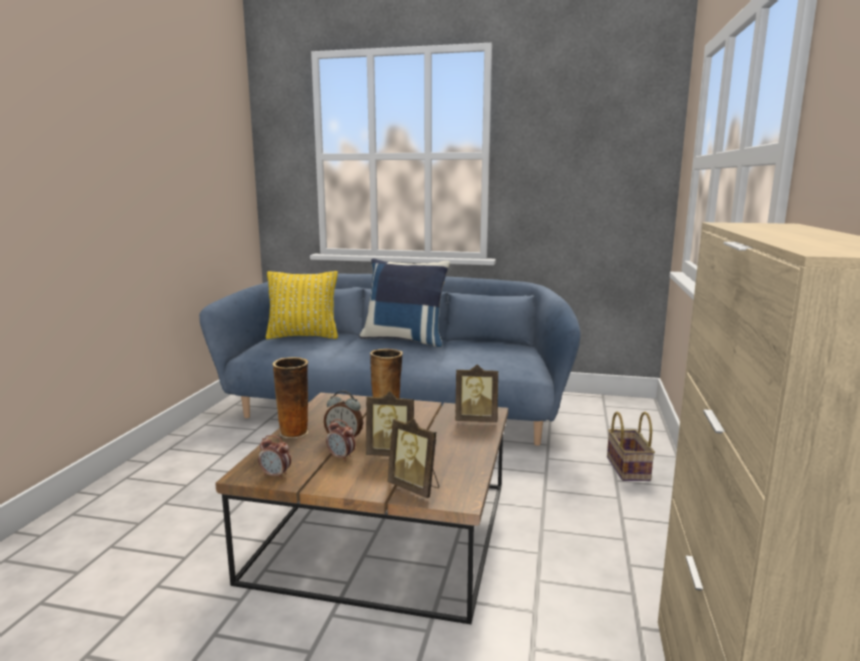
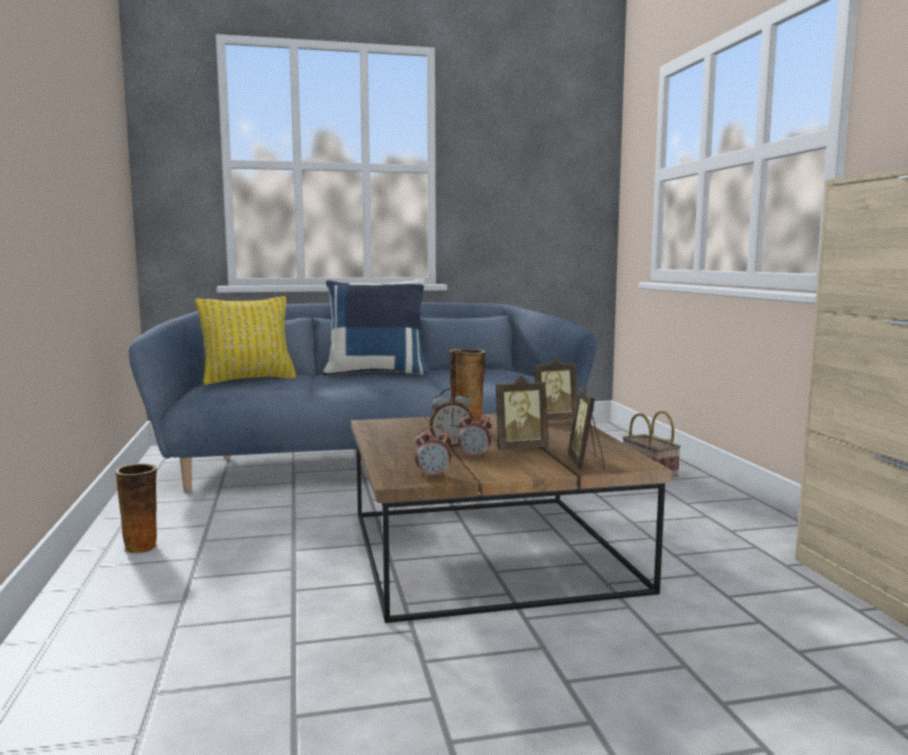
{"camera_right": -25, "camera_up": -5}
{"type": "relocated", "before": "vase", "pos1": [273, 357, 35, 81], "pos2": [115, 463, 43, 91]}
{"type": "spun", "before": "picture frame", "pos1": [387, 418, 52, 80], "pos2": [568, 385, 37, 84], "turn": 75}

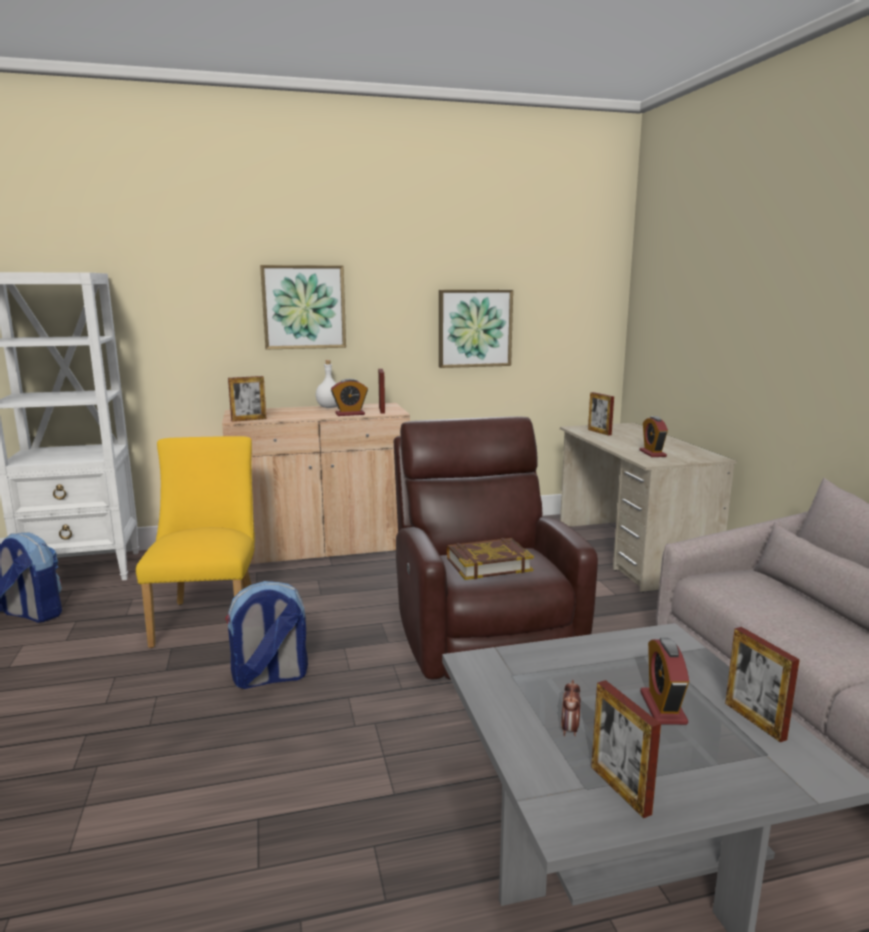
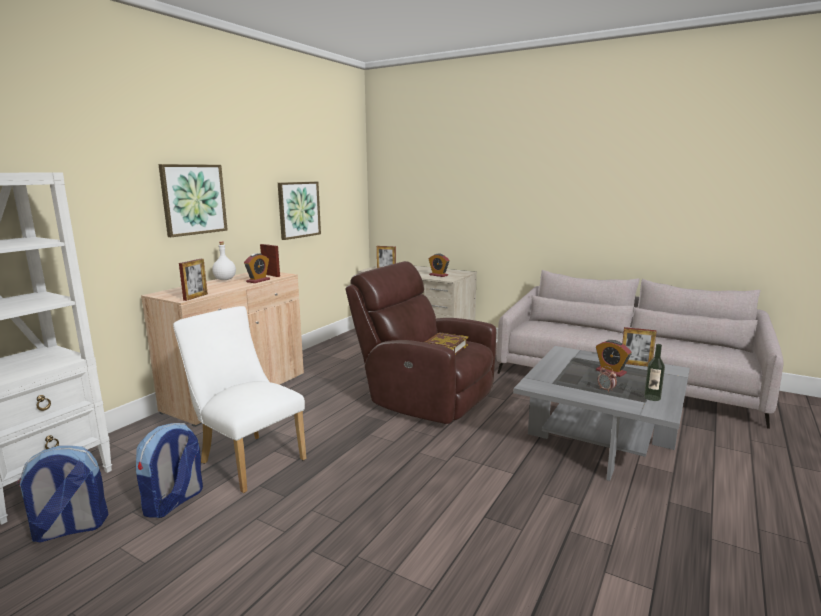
{"camera_right": -45, "camera_up": 0}
{"type": "colour", "before": "yellow chair", "after": "white chair", "pos1": [136, 436, 119, 212], "pos2": [173, 306, 133, 187]}
{"type": "relocated", "before": "backpack", "pos1": [225, 581, 83, 108], "pos2": [136, 423, 67, 95]}
{"type": "exchanged", "before": "picture frame", "after": "bottle", "pos1": [591, 680, 70, 138], "pos2": [644, 344, 21, 57]}

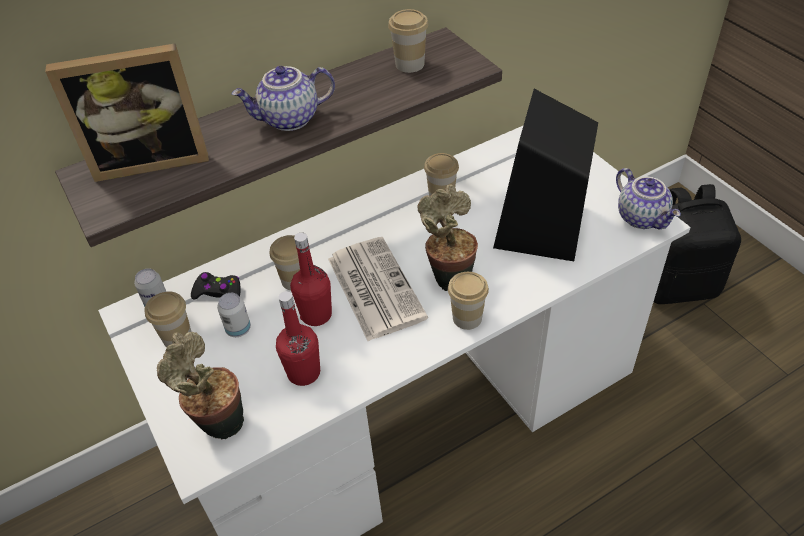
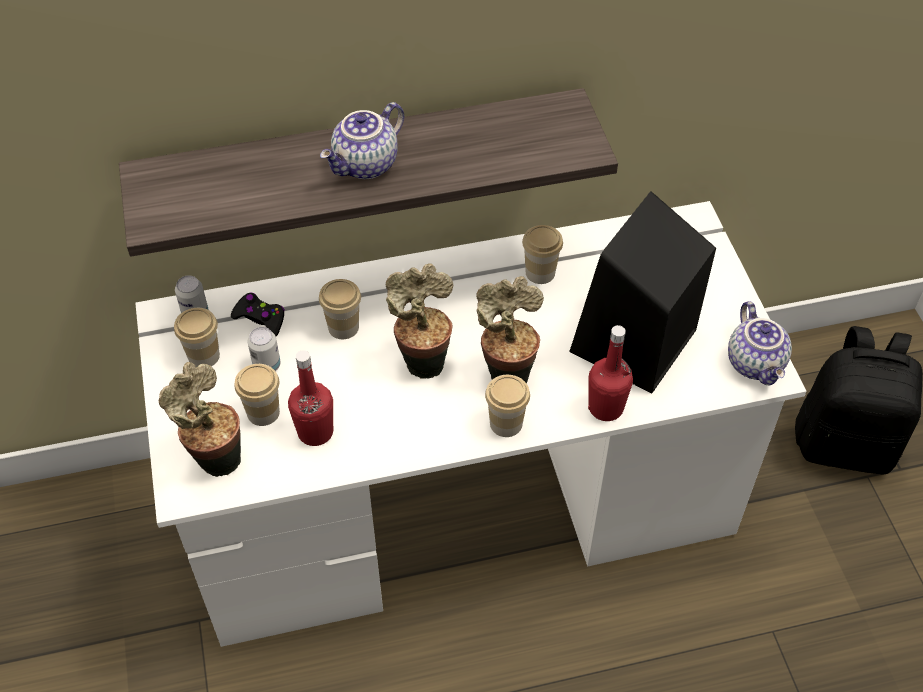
{"camera_right": 15, "camera_up": 5}
{"type": "relocated", "before": "cup", "pos1": [388, 9, 40, 64], "pos2": [234, 364, 46, 62]}
{"type": "missing", "before": "picture frame", "pos1": [45, 43, 164, 139]}
{"type": "spun", "before": "teapot", "pos1": [231, 66, 104, 65], "pos2": [320, 102, 84, 77], "turn": -45}
{"type": "relocated", "before": "red bottle", "pos1": [290, 232, 42, 94], "pos2": [588, 325, 45, 96]}
{"type": "exchanged", "before": "newspaper", "after": "potted plant", "pos1": [328, 237, 100, 104], "pos2": [386, 264, 67, 115]}

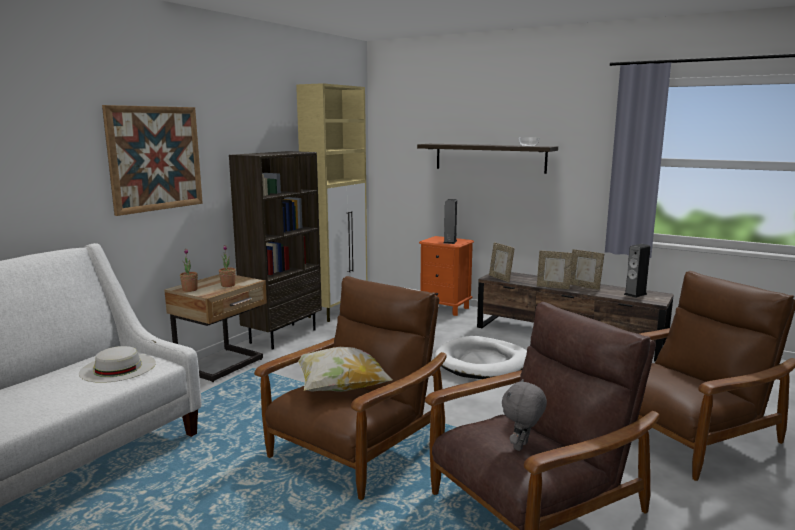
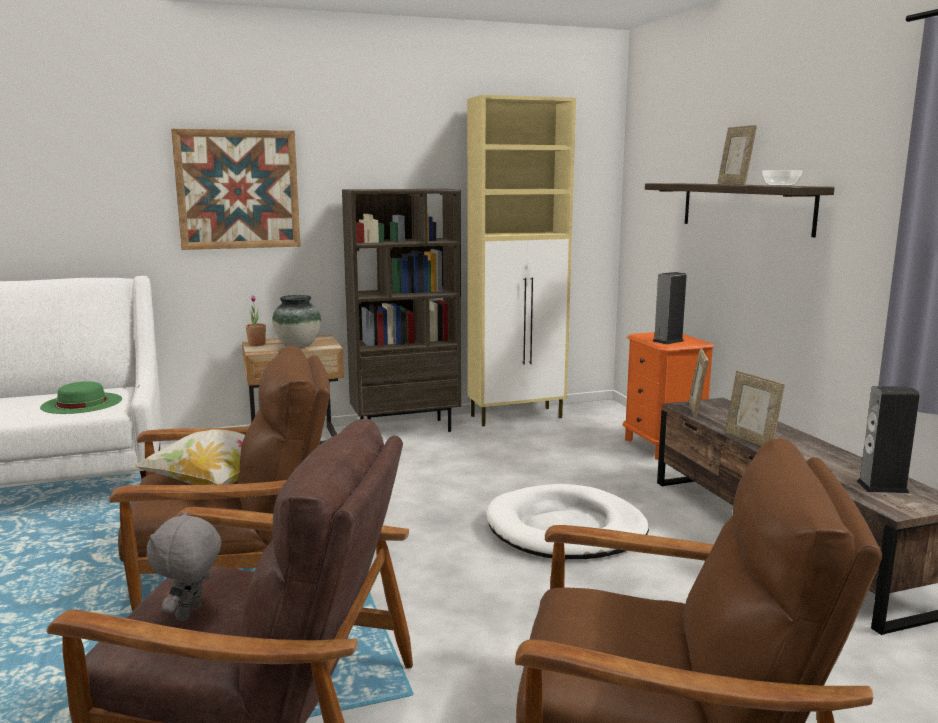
{"camera_right": 40, "camera_up": 0}
{"type": "exchanged", "before": "potted plant", "after": "vase", "pos1": [219, 245, 17, 42], "pos2": [272, 295, 49, 53]}
{"type": "relocated", "before": "picture frame", "pos1": [570, 249, 34, 41], "pos2": [718, 125, 39, 60]}
{"type": "colour", "before": "white hat", "after": "green hat", "pos1": [79, 346, 77, 37], "pos2": [40, 381, 82, 33]}
{"type": "spun", "before": "grey plush toy", "pos1": [502, 379, 45, 72], "pos2": [147, 511, 74, 110], "turn": -60}

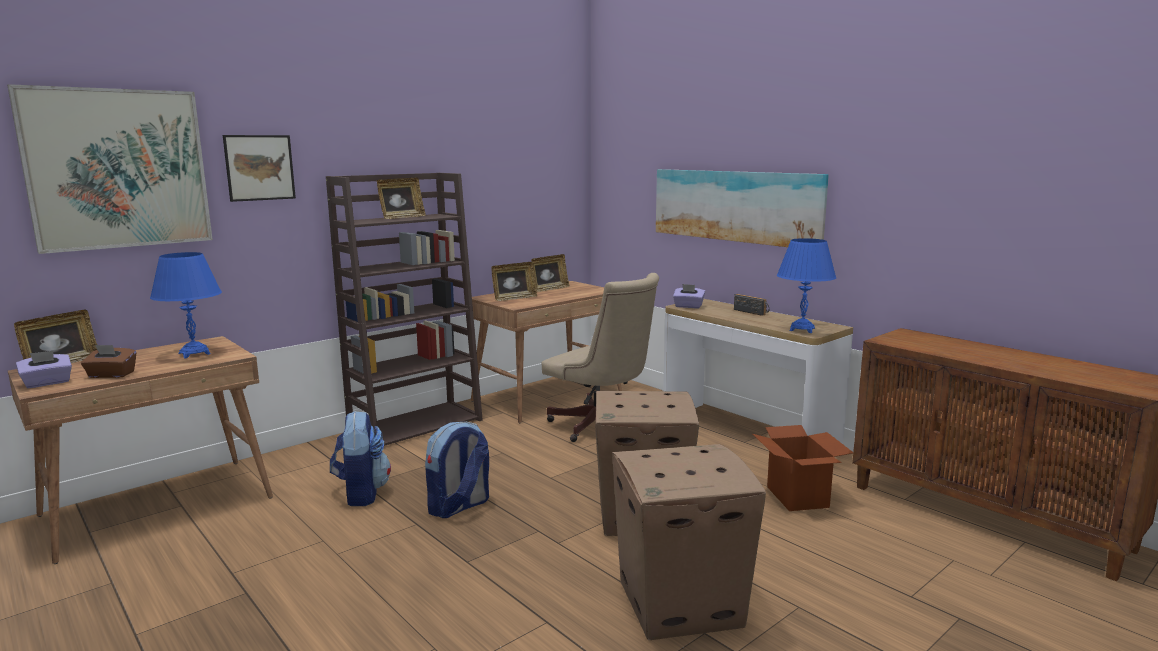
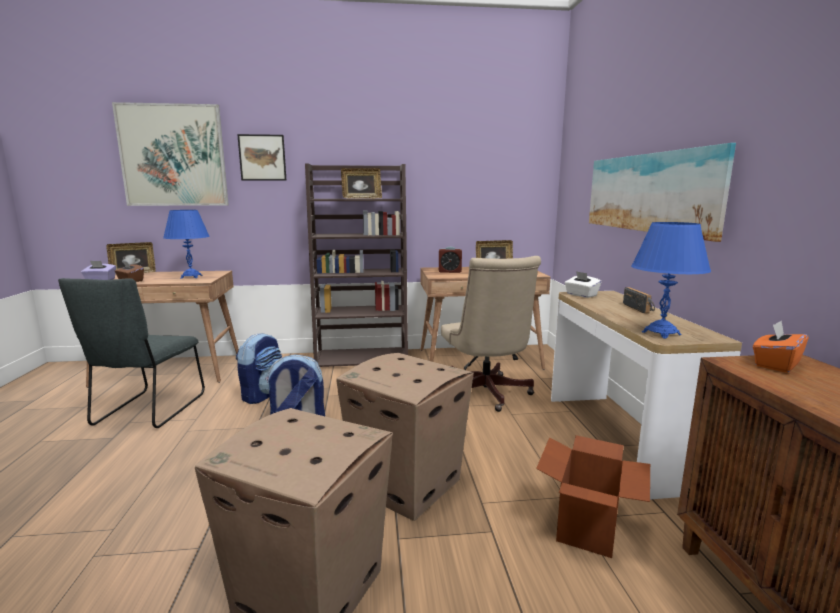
{"camera_right": 35, "camera_up": 0}
{"type": "exchanged", "before": "picture frame", "after": "alarm clock", "pos1": [491, 262, 46, 39], "pos2": [439, 247, 23, 26]}
{"type": "colour", "before": "purple tissue box", "after": "white tissue box", "pos1": [673, 284, 32, 24], "pos2": [565, 271, 36, 27]}
{"type": "appeared", "after": "grey chair", "pos2": [58, 278, 147, 150]}
{"type": "appeared", "after": "orange tissue box", "pos2": [753, 321, 55, 52]}

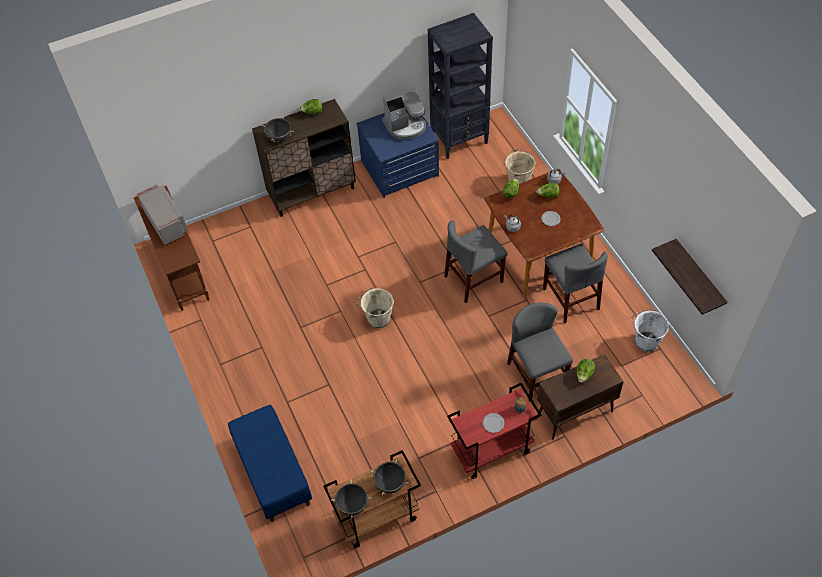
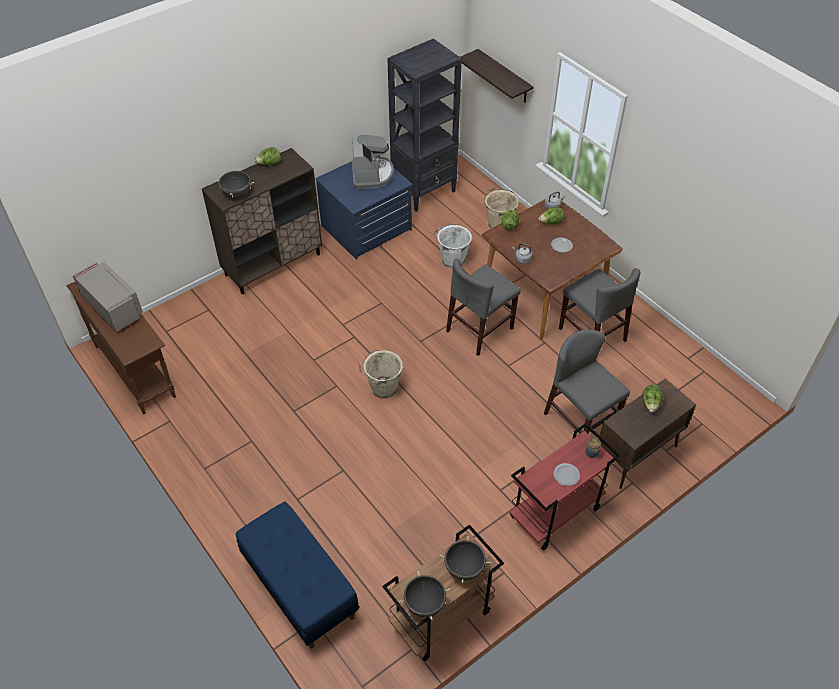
{"camera_right": -15, "camera_up": -5}
{"type": "spun", "before": "coffee machine", "pos1": [382, 87, 44, 53], "pos2": [352, 133, 42, 56], "turn": -60}
{"type": "relocated", "before": "shelf", "pos1": [652, 239, 76, 76], "pos2": [461, 49, 72, 54]}
{"type": "relocated", "before": "white bucket", "pos1": [631, 309, 38, 43], "pos2": [434, 224, 38, 45]}

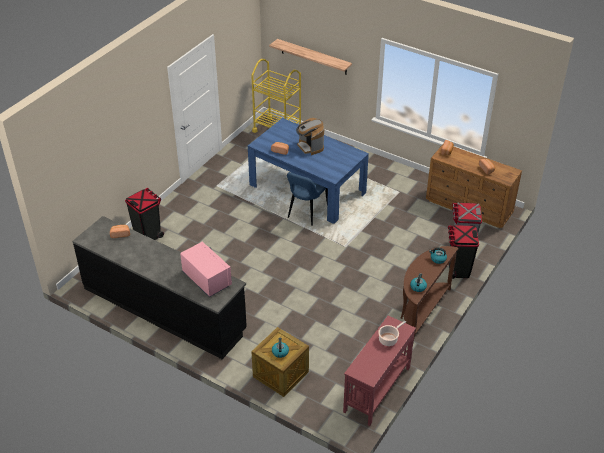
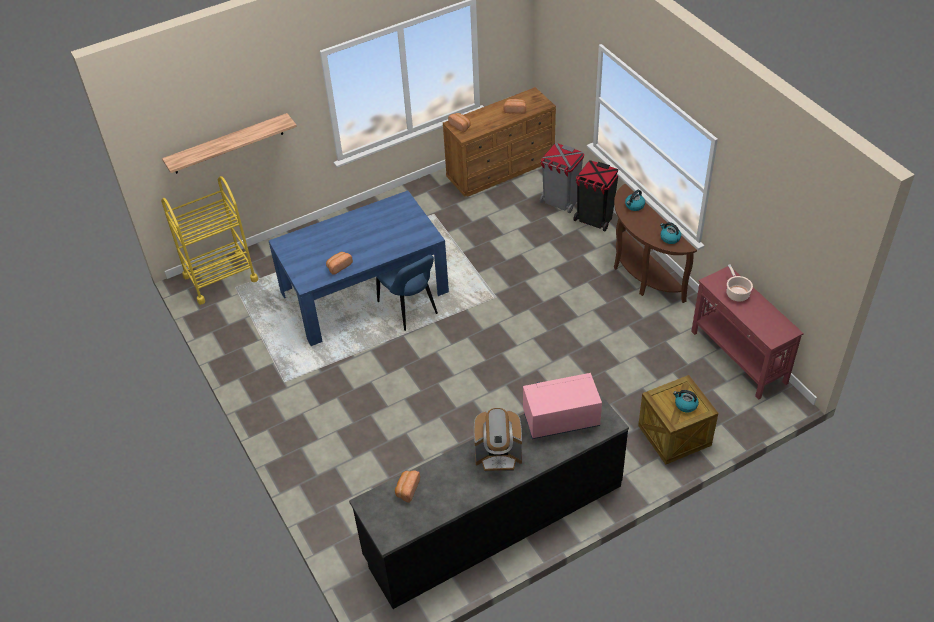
{"camera_right": -60, "camera_up": 5}
{"type": "relocated", "before": "coffee machine", "pos1": [296, 118, 28, 37], "pos2": [474, 408, 48, 64]}
{"type": "missing", "before": "black trash can", "pos1": [125, 188, 39, 52]}

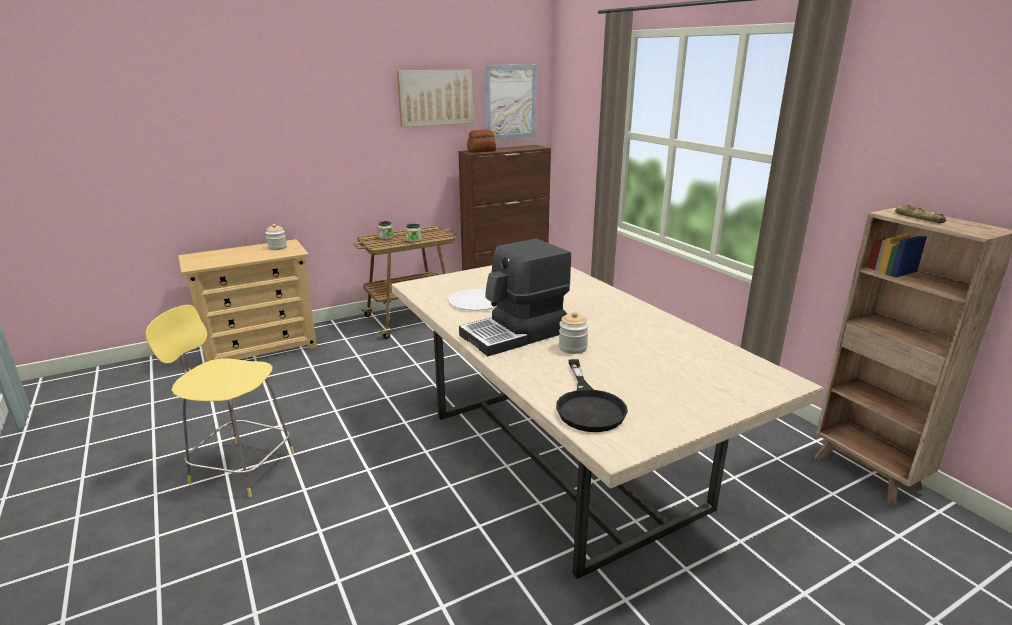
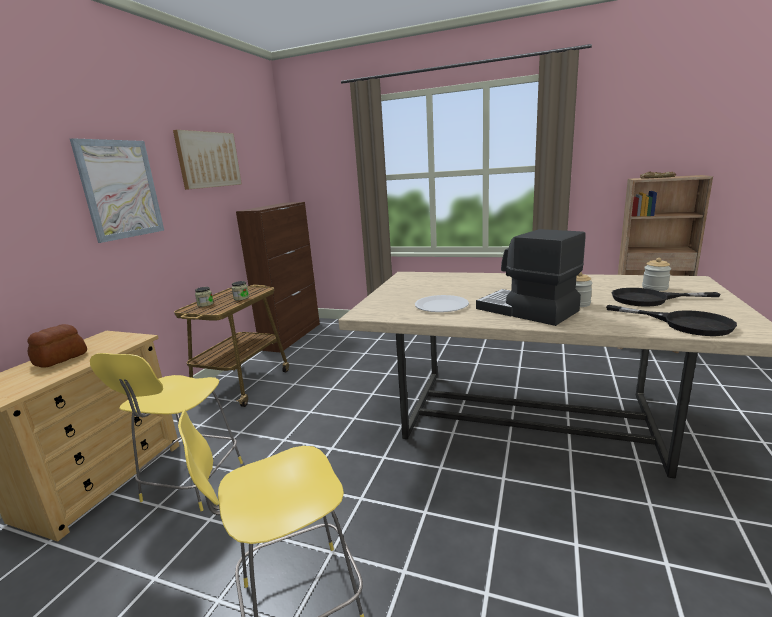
{"camera_right": -40, "camera_up": -5}
{"type": "relocated", "before": "picture", "pos1": [484, 65, 53, 75], "pos2": [70, 138, 94, 105]}
{"type": "relocated", "before": "bread", "pos1": [467, 130, 29, 23], "pos2": [27, 324, 60, 43]}
{"type": "relocated", "before": "jar", "pos1": [266, 224, 21, 26], "pos2": [642, 258, 29, 33]}
{"type": "spun", "before": "coffee machine", "pos1": [459, 239, 112, 117], "pos2": [476, 229, 110, 97], "turn": 120}
{"type": "appeared", "after": "black frying pan", "pos2": [612, 288, 109, 19]}
{"type": "appeared", "after": "yellow stool", "pos2": [90, 353, 153, 158]}

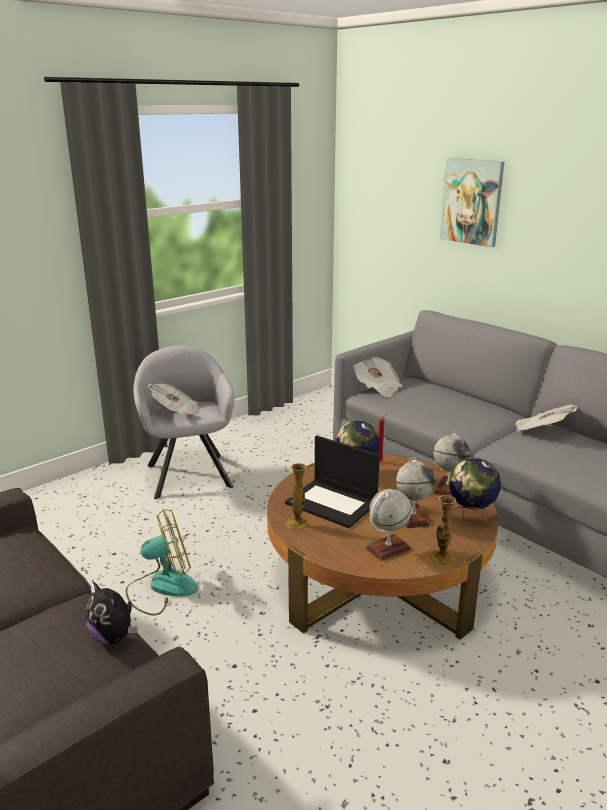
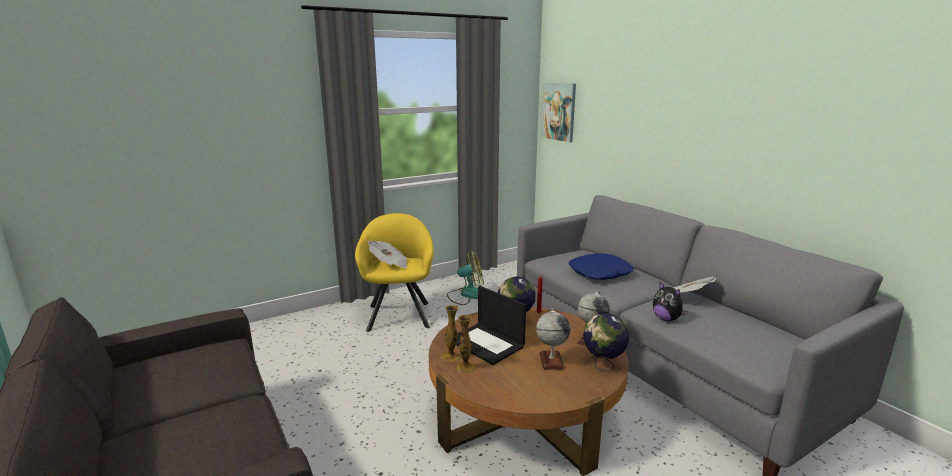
{"camera_right": 10, "camera_up": -5}
{"type": "relocated", "before": "picture", "pos1": [440, 158, 64, 89], "pos2": [541, 82, 35, 60]}
{"type": "colour", "before": "grey armchair", "after": "yellow armchair", "pos1": [133, 346, 102, 153], "pos2": [355, 213, 79, 119]}
{"type": "missing", "before": "newspaper", "pos1": [353, 357, 49, 40]}
{"type": "missing", "before": "globe", "pos1": [365, 489, 47, 72]}
{"type": "relocated", "before": "vase", "pos1": [430, 495, 26, 71], "pos2": [456, 315, 20, 58]}
{"type": "relocated", "before": "fan", "pos1": [126, 509, 72, 107], "pos2": [447, 250, 37, 55]}
{"type": "relocated", "before": "plush toy", "pos1": [86, 581, 52, 63], "pos2": [653, 282, 35, 39]}
{"type": "appeared", "after": "blue pillow", "pos2": [568, 253, 66, 27]}

